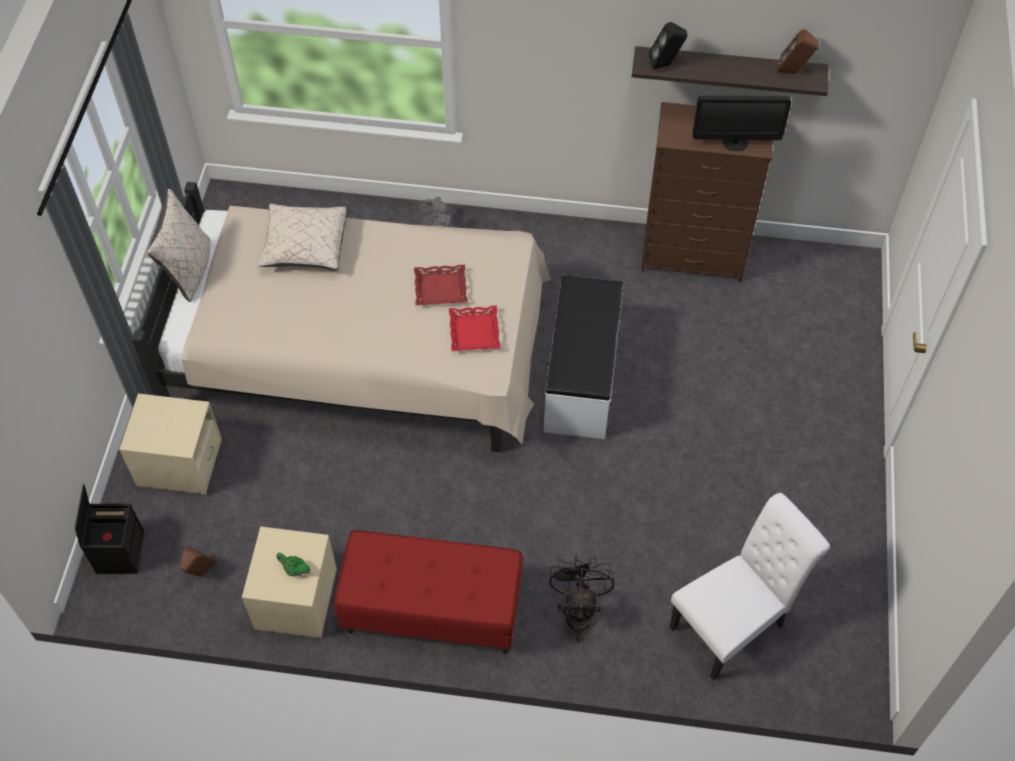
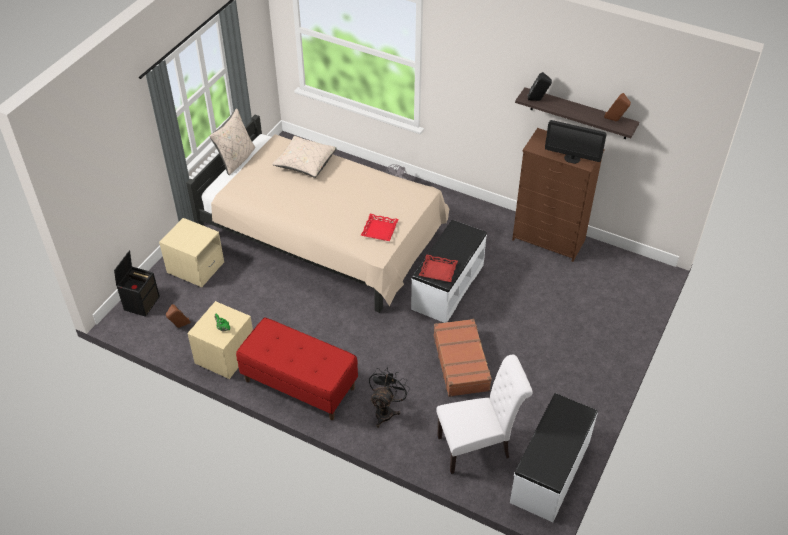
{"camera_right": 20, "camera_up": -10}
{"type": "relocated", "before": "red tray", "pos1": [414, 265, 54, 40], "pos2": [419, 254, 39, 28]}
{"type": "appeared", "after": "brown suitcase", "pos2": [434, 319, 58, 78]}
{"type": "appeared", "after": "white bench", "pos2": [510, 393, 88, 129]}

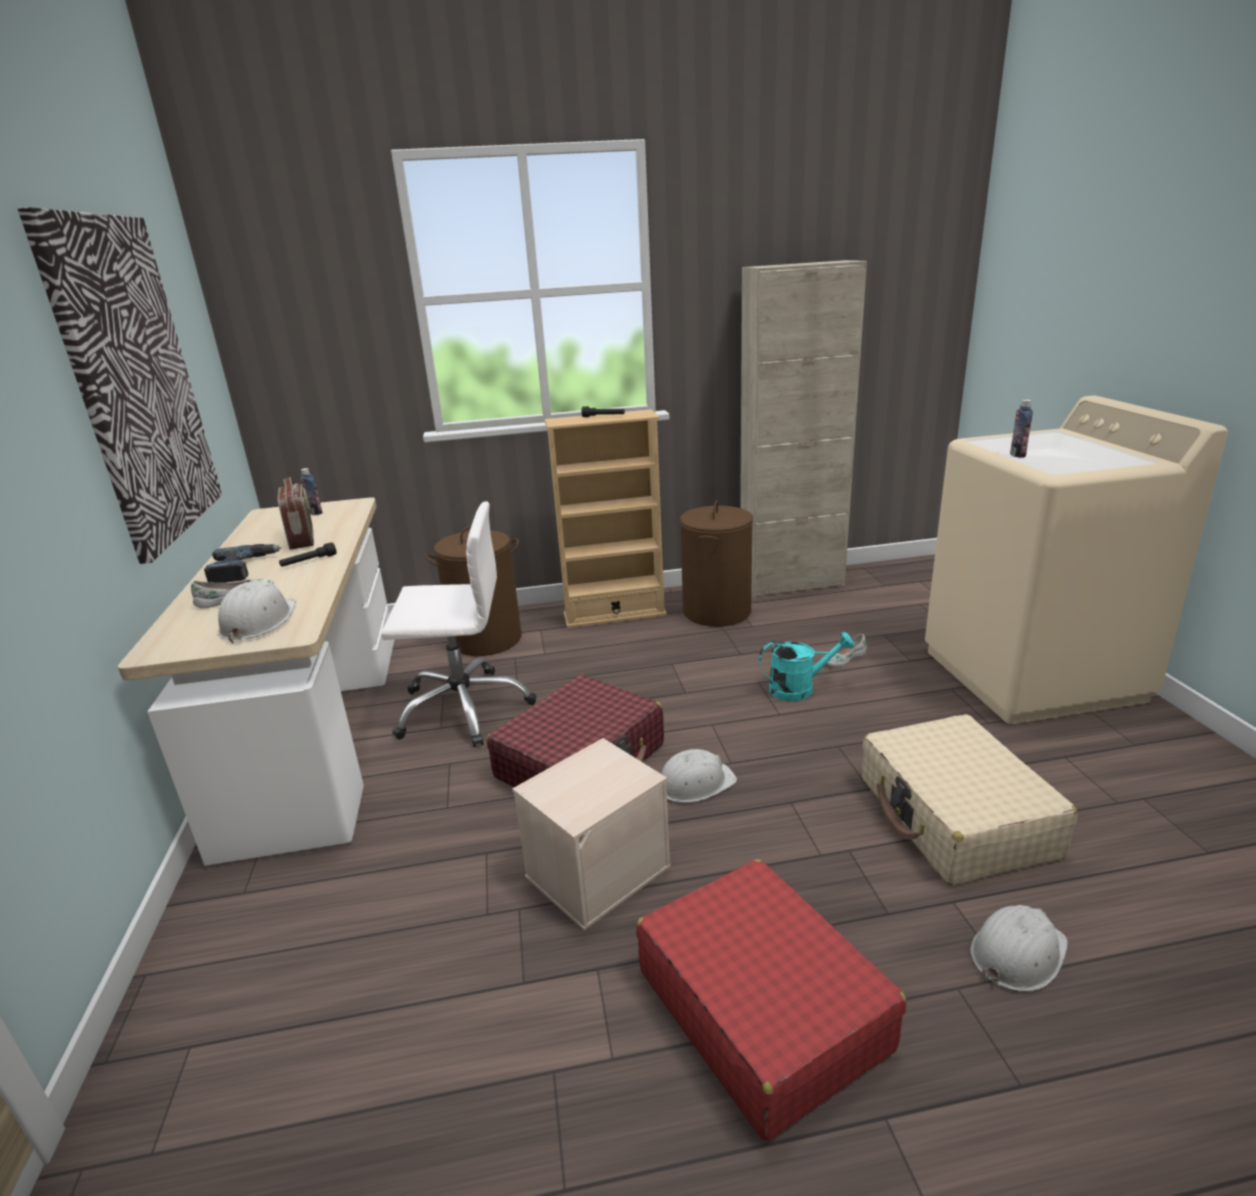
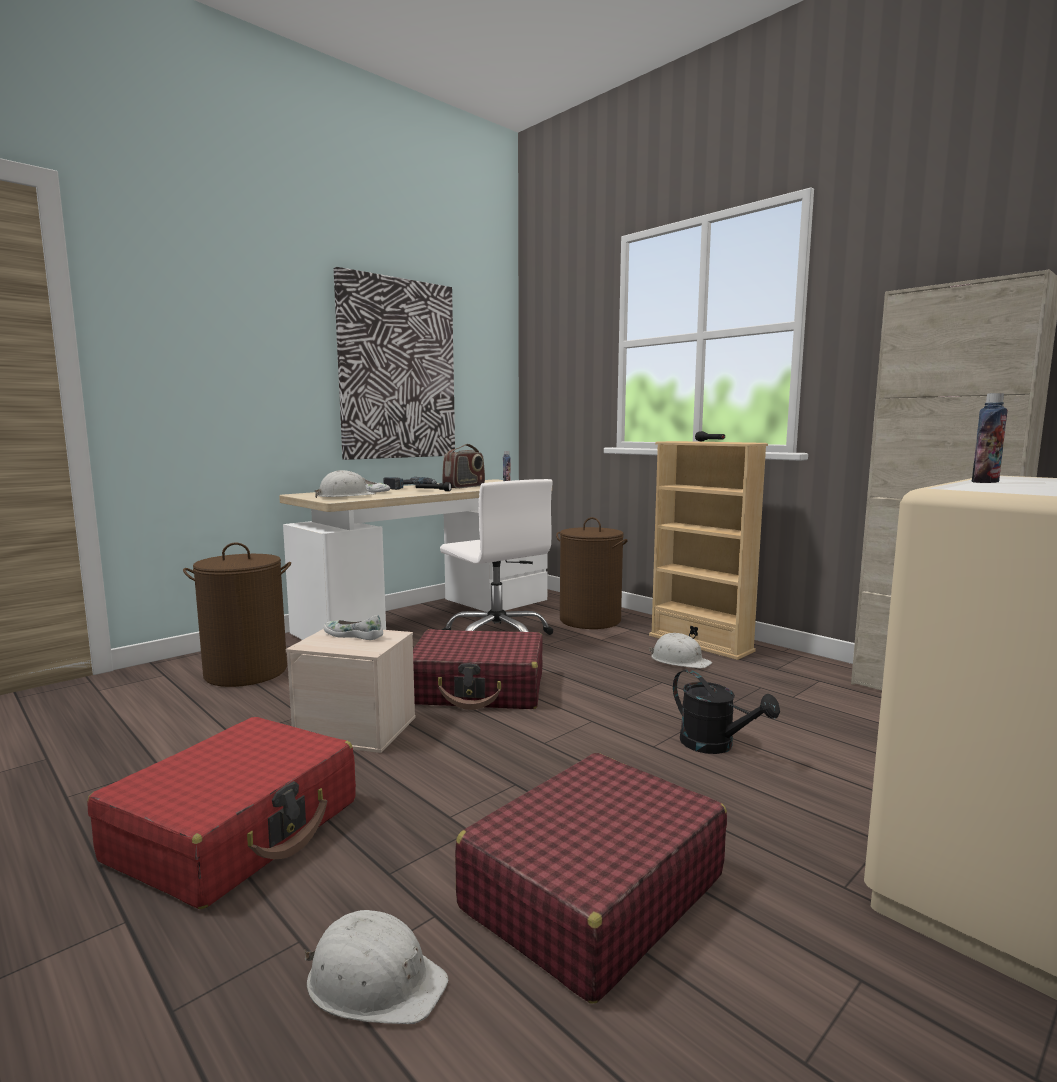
{"camera_right": 55, "camera_up": -15}
{"type": "relocated", "before": "brown laundry basket", "pos1": [680, 500, 73, 126], "pos2": [183, 542, 108, 145]}
{"type": "colour", "before": "turquoise watering can", "after": "black watering can", "pos1": [759, 632, 95, 69], "pos2": [673, 669, 107, 85]}
{"type": "relocated", "before": "white shoe", "pos1": [826, 634, 41, 33], "pos2": [323, 615, 60, 25]}
{"type": "colour", "before": "beige suitcase", "after": "red suitcase", "pos1": [862, 714, 216, 172], "pos2": [455, 753, 272, 250]}
{"type": "relocated", "before": "white hard hat", "pos1": [661, 749, 76, 54], "pos2": [649, 633, 63, 36]}

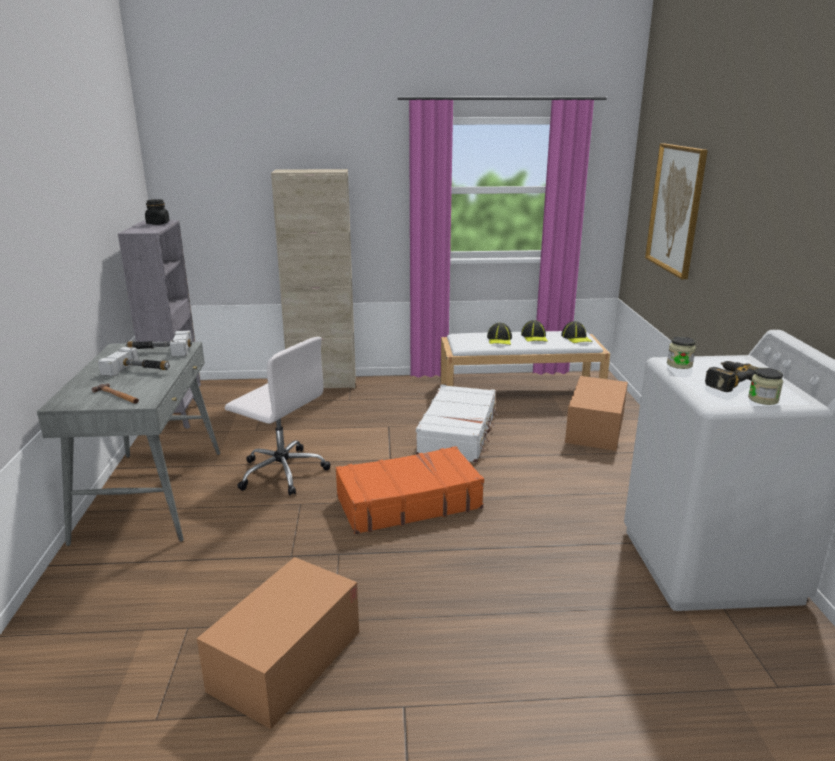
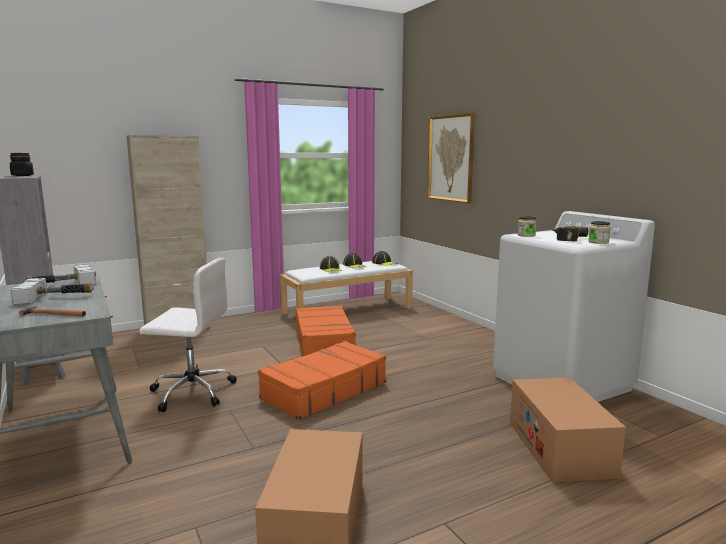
{"camera_right": -25, "camera_up": -10}
{"type": "relocated", "before": "cardboard box", "pos1": [565, 376, 63, 75], "pos2": [510, 378, 116, 104]}
{"type": "colour", "before": "white suitcase", "after": "orange suitcase", "pos1": [416, 385, 82, 78], "pos2": [296, 305, 61, 52]}

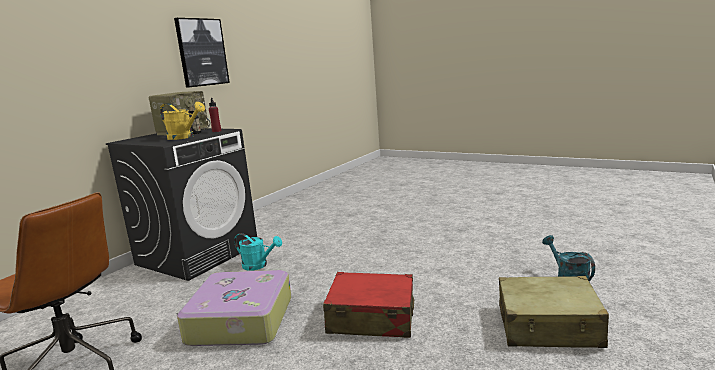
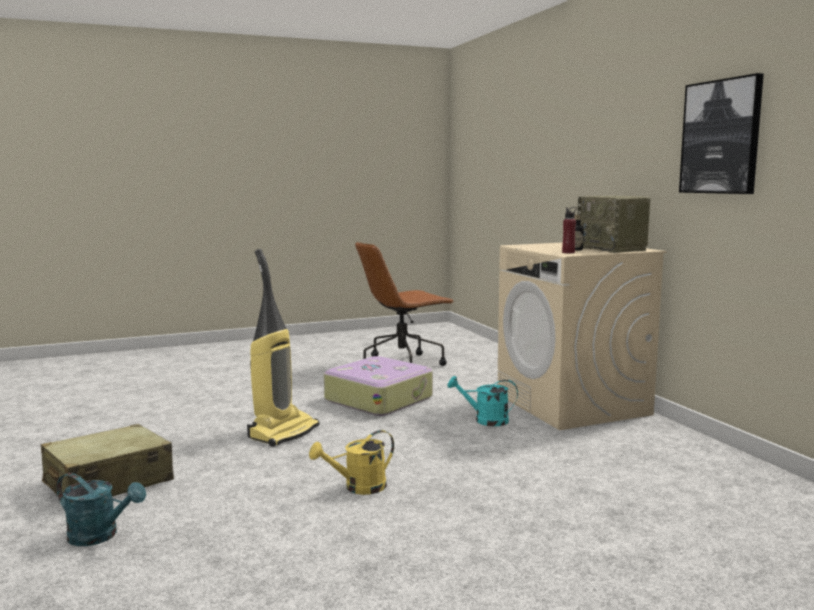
{"camera_right": 125, "camera_up": -5}
{"type": "relocated", "before": "yellow watering can", "pos1": [160, 102, 45, 38], "pos2": [309, 430, 85, 65]}
{"type": "colour", "before": "black washing machine", "after": "beige washing machine", "pos1": [106, 128, 151, 153], "pos2": [497, 243, 170, 187]}
{"type": "spun", "before": "turquoise watering can", "pos1": [234, 233, 48, 38], "pos2": [448, 376, 70, 50], "turn": 45}
{"type": "exchanged", "before": "red suitcase", "after": "vacuum cleaner", "pos1": [323, 272, 91, 66], "pos2": [247, 249, 72, 198]}

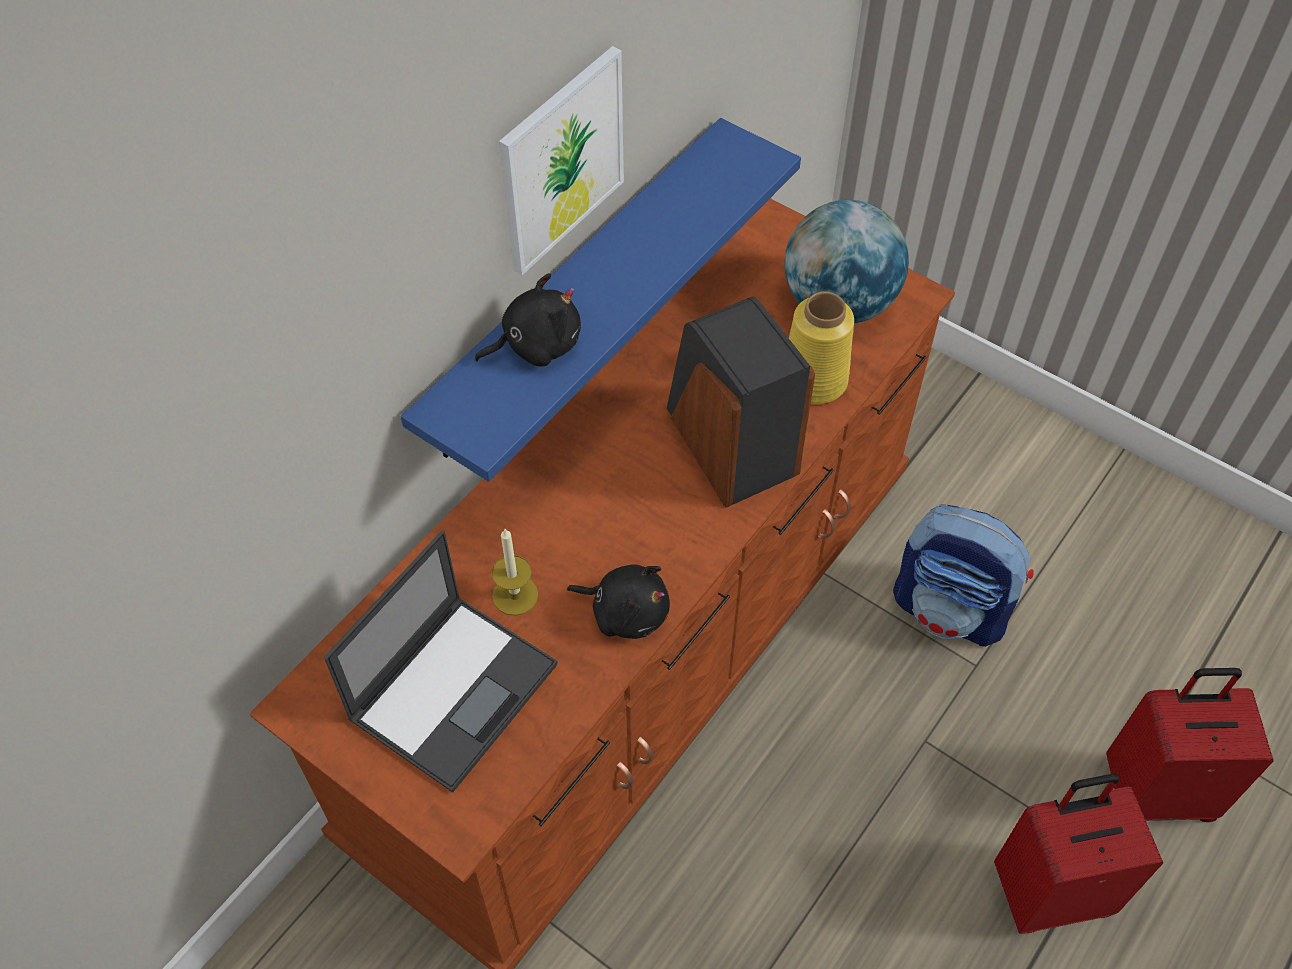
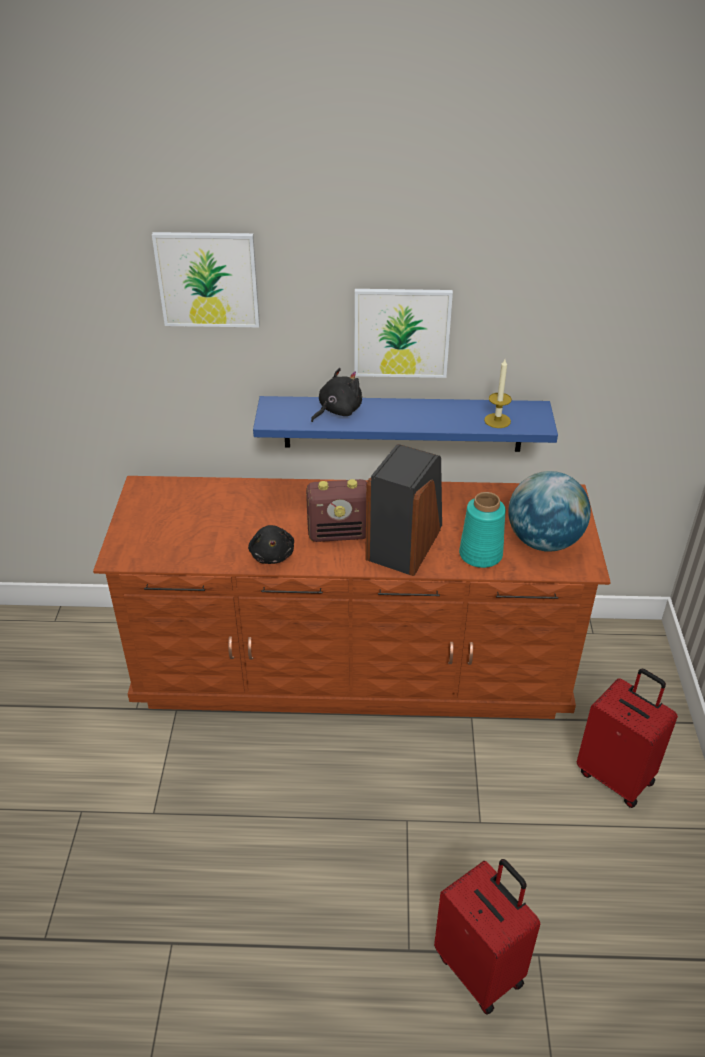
{"camera_right": 55, "camera_up": -15}
{"type": "spun", "before": "black plush toy", "pos1": [475, 273, 106, 94], "pos2": [311, 368, 51, 54], "turn": -75}
{"type": "colour", "before": "yellow vase", "after": "turquoise vase", "pos1": [789, 292, 65, 112], "pos2": [459, 492, 47, 76]}
{"type": "missing", "before": "backpack", "pos1": [893, 504, 141, 143]}
{"type": "relocated", "before": "candle", "pos1": [492, 529, 46, 87], "pos2": [484, 359, 28, 69]}
{"type": "missing", "before": "laptop", "pos1": [324, 530, 234, 262]}
{"type": "relocated", "before": "red suitcase", "pos1": [994, 774, 169, 160], "pos2": [577, 668, 101, 140]}
{"type": "appeared", "after": "picture", "pos2": [152, 232, 108, 95]}
{"type": "appeared", "after": "radio", "pos2": [306, 479, 61, 63]}

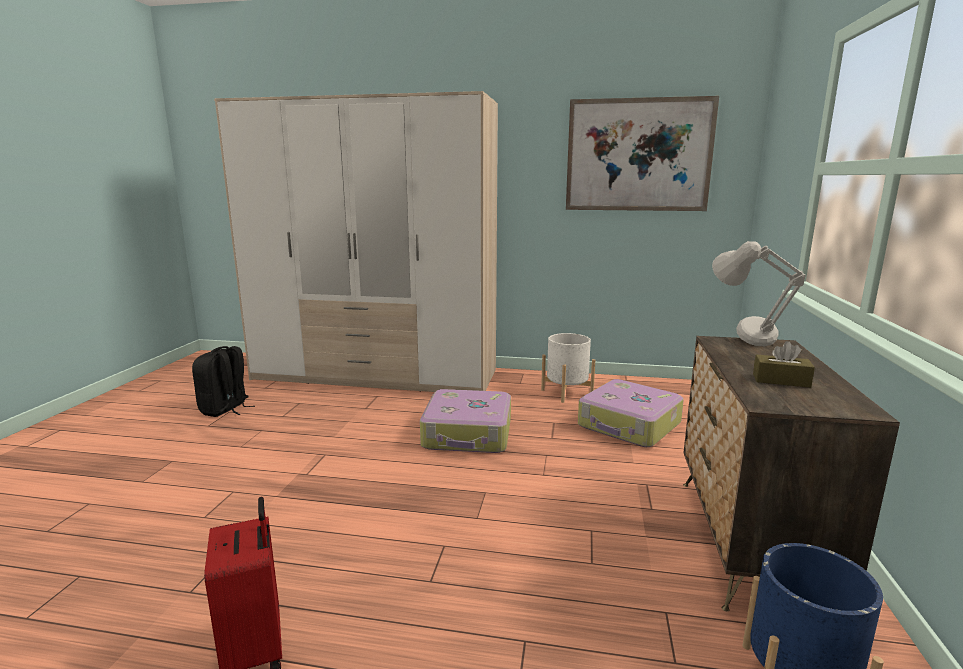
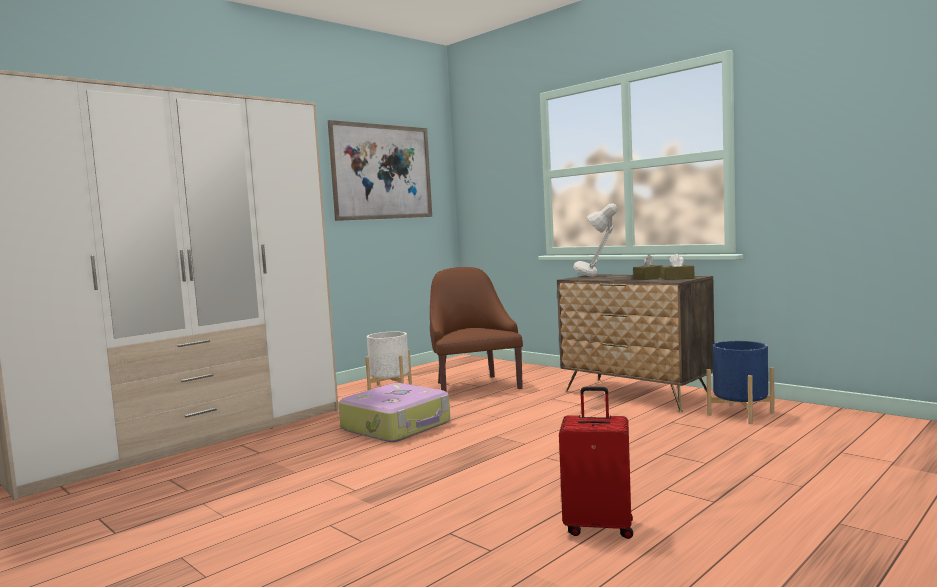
{"camera_right": -55, "camera_up": -10}
{"type": "missing", "before": "black backpack", "pos1": [192, 346, 63, 71]}
{"type": "exchanged", "before": "suitcase", "after": "brown armchair", "pos1": [578, 379, 106, 68], "pos2": [430, 267, 93, 125]}
{"type": "appeared", "after": "brown tissue box", "pos2": [661, 254, 33, 26]}

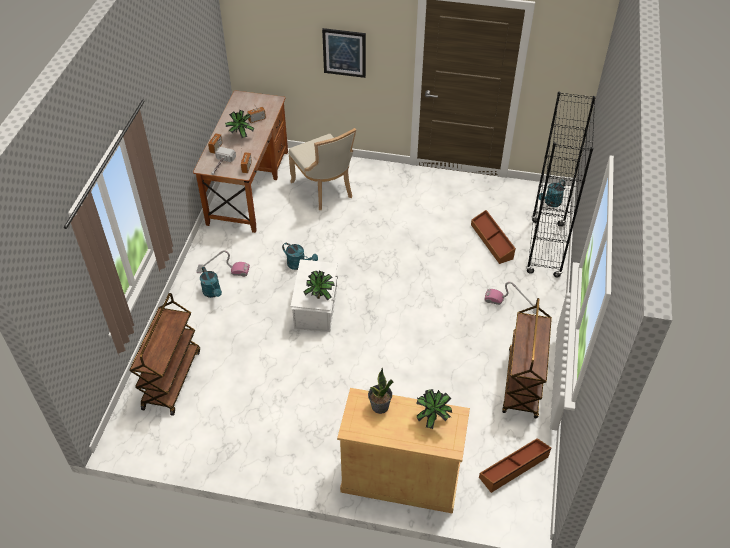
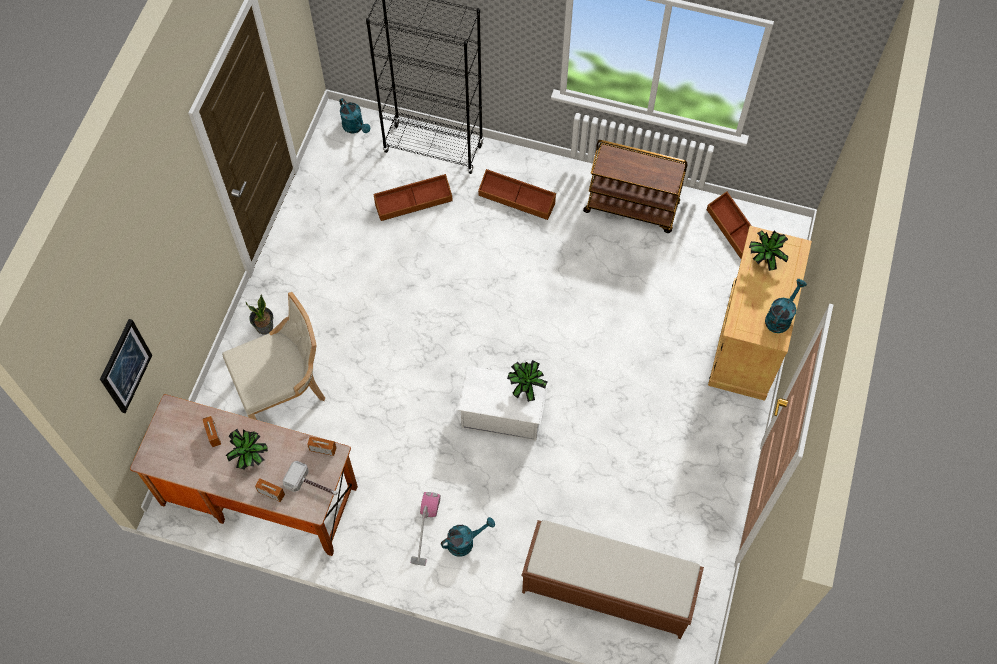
{"camera_right": -85, "camera_up": 15}
{"type": "relocated", "before": "picture", "pos1": [322, 28, 44, 50], "pos2": [100, 319, 52, 94]}
{"type": "relocated", "before": "turquoise watering can", "pos1": [282, 243, 36, 27], "pos2": [765, 279, 42, 54]}
{"type": "exchanged", "before": "vacuum cleaner", "after": "brown storage box", "pos1": [484, 282, 56, 32], "pos2": [478, 169, 78, 51]}
{"type": "exchanged", "before": "brown cart", "after": "brown bench", "pos1": [129, 293, 71, 123], "pos2": [521, 520, 183, 119]}
{"type": "relocated", "before": "potted plant", "pos1": [368, 368, 26, 46], "pos2": [245, 294, 28, 40]}

